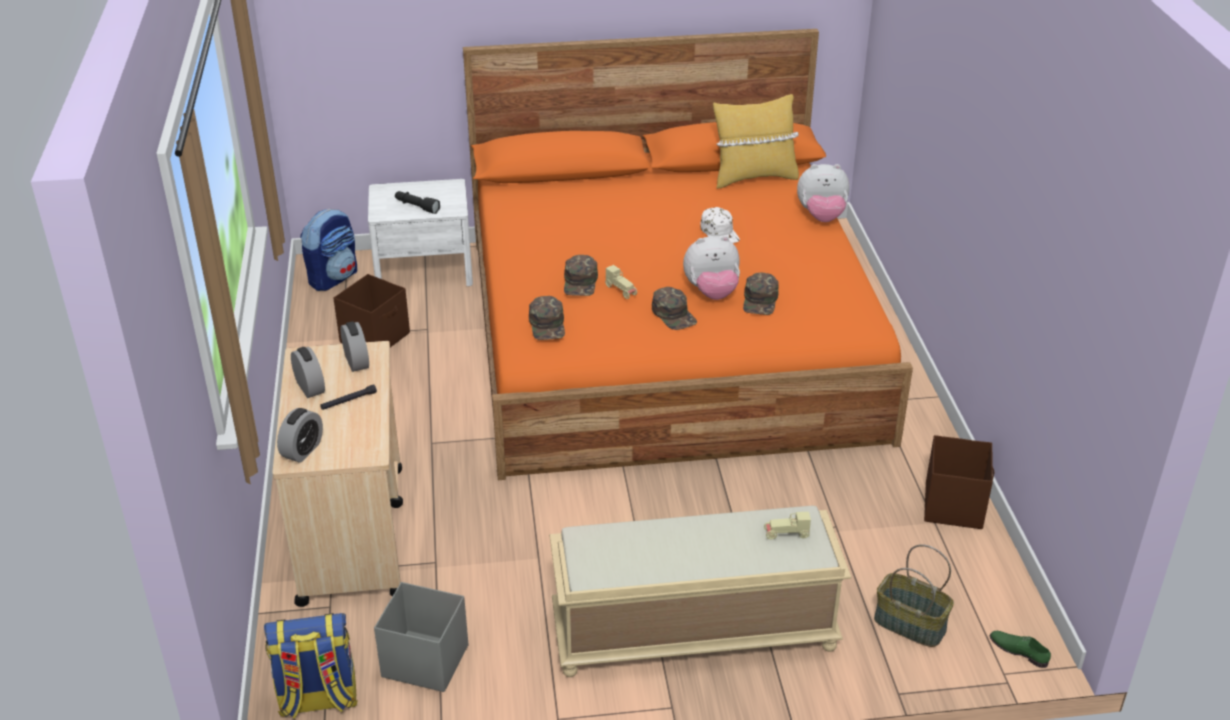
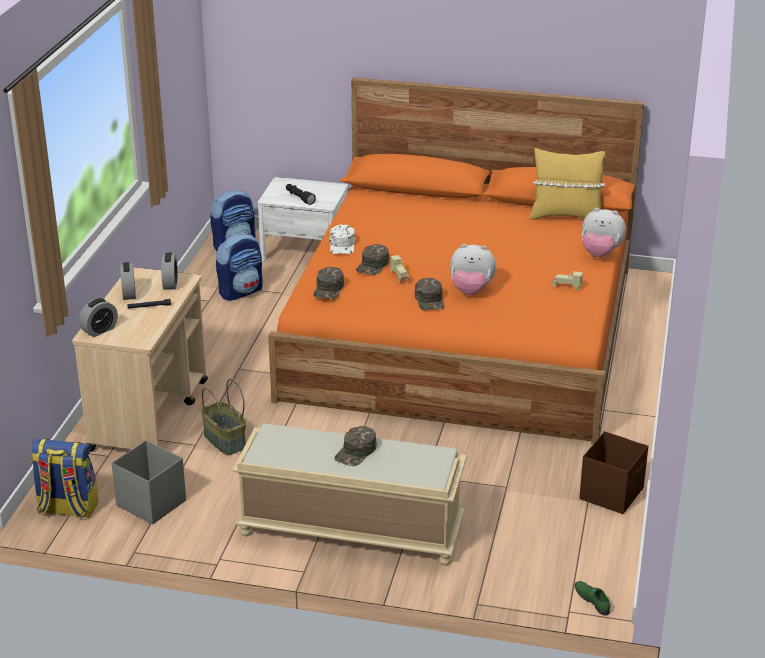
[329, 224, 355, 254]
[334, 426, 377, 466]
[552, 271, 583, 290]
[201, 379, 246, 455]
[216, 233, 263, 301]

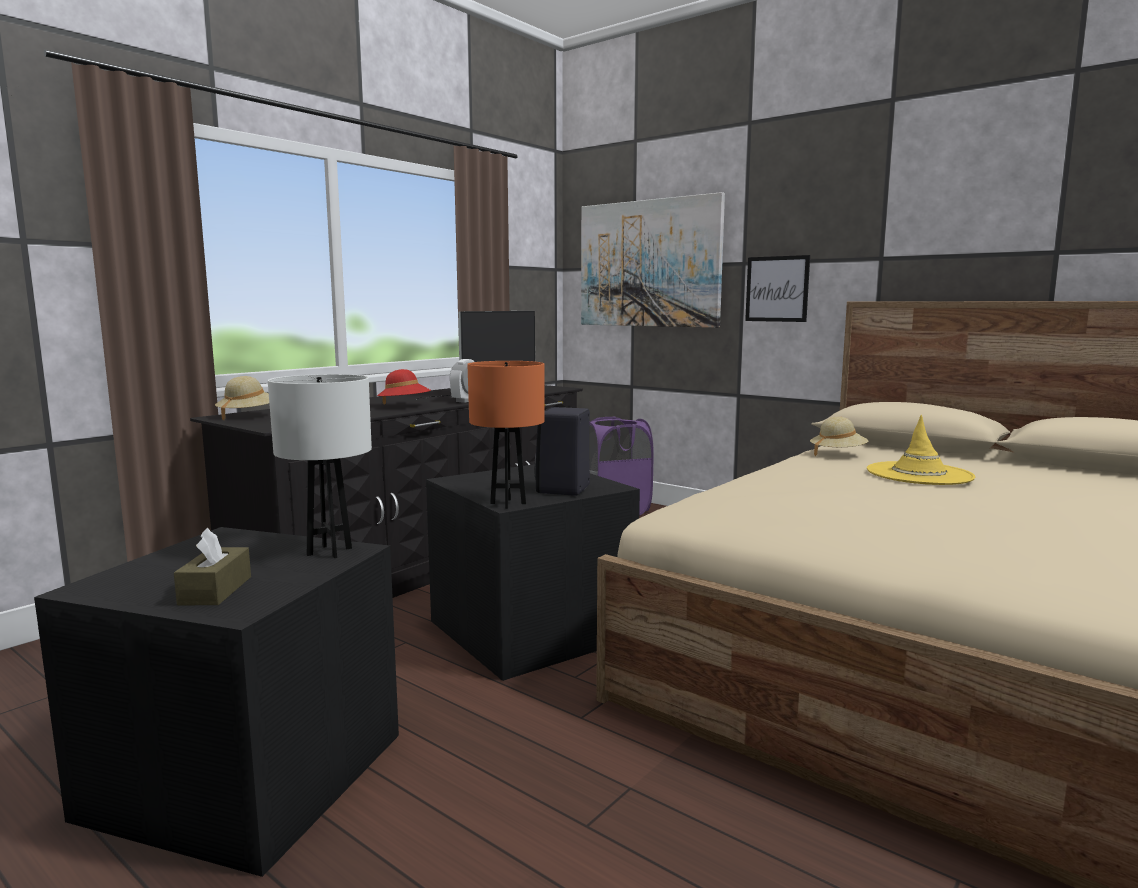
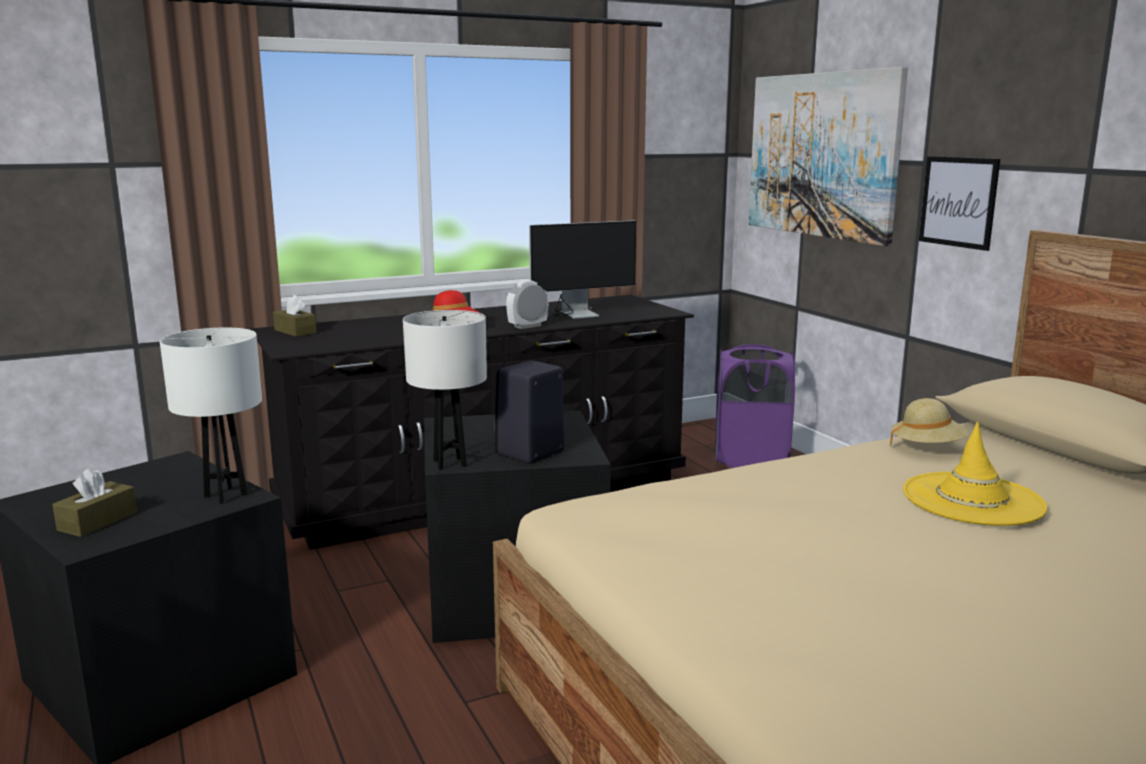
[273, 295, 317, 337]
[403, 310, 487, 470]

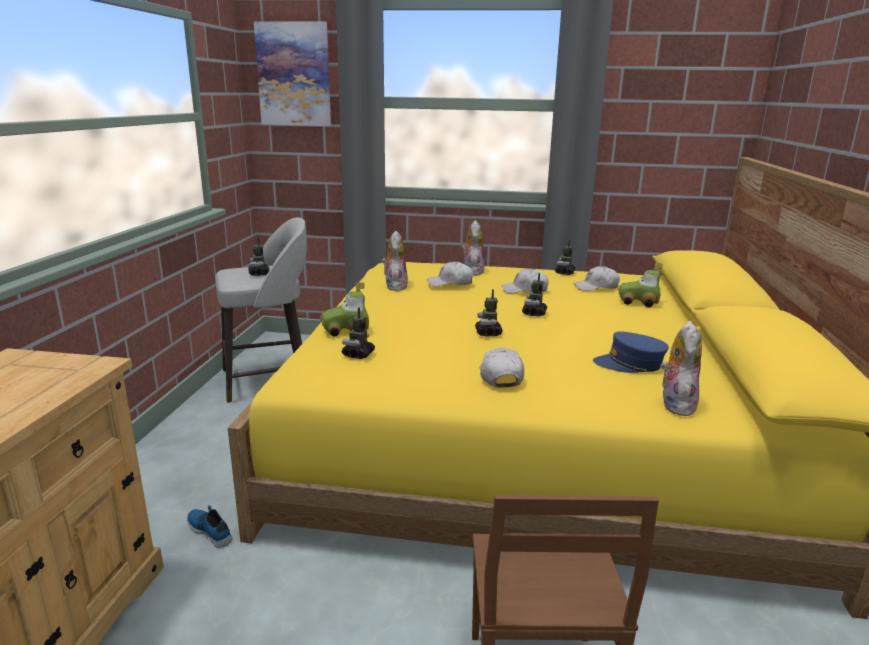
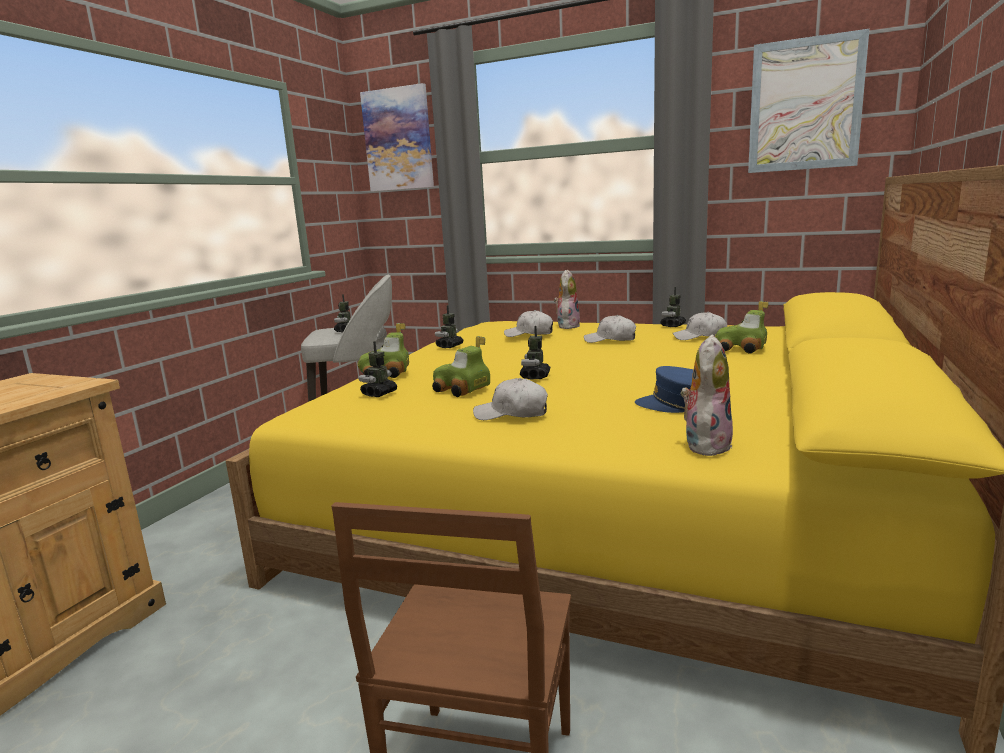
[187, 505, 233, 548] (first image)
[382, 231, 408, 291] (first image)
[432, 336, 490, 397]
[748, 29, 869, 173]
[435, 305, 463, 348]
[473, 378, 548, 420]

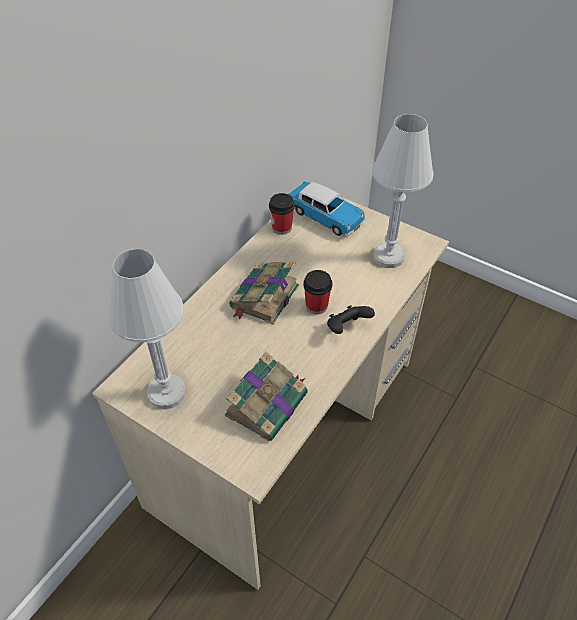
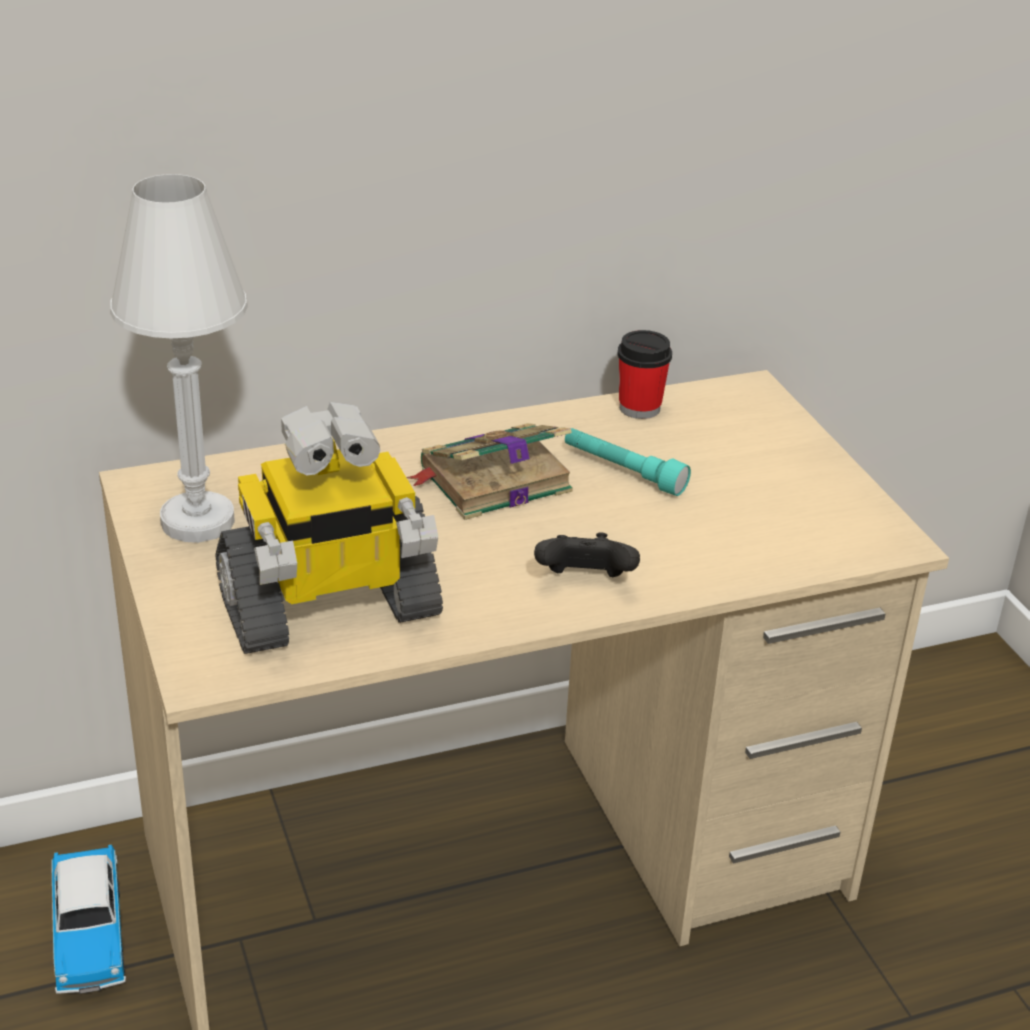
[303, 270, 333, 314] (first image)
[372, 114, 434, 268] (first image)
[565, 428, 691, 496]
[52, 845, 126, 994]
[215, 402, 443, 654]

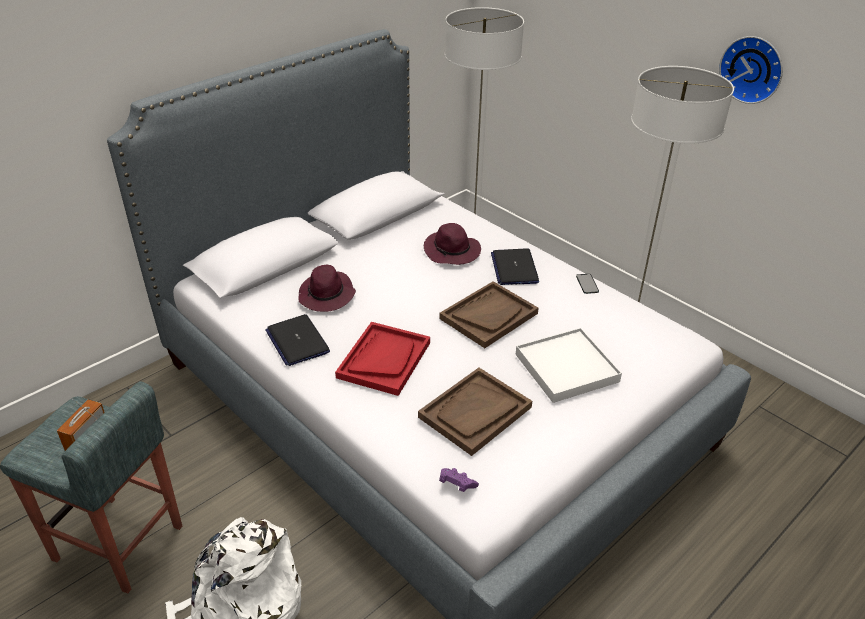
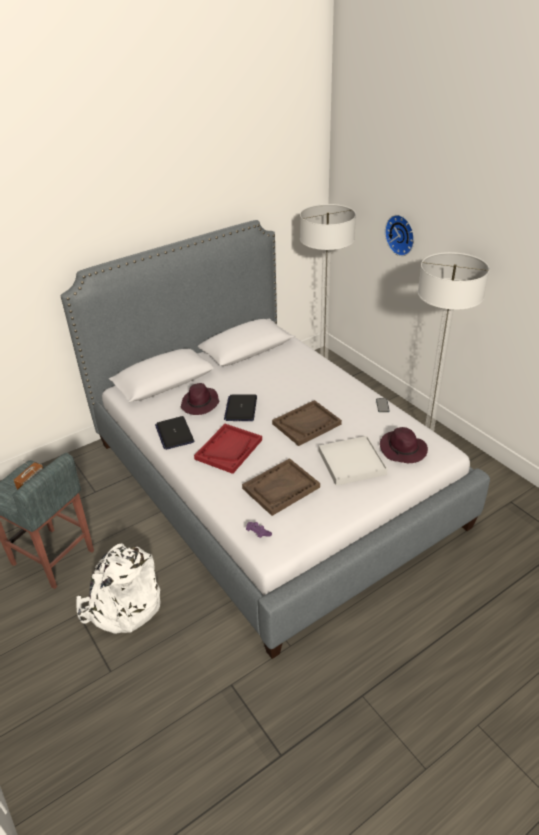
[380, 427, 428, 463]
[224, 394, 257, 421]
[385, 215, 414, 256]

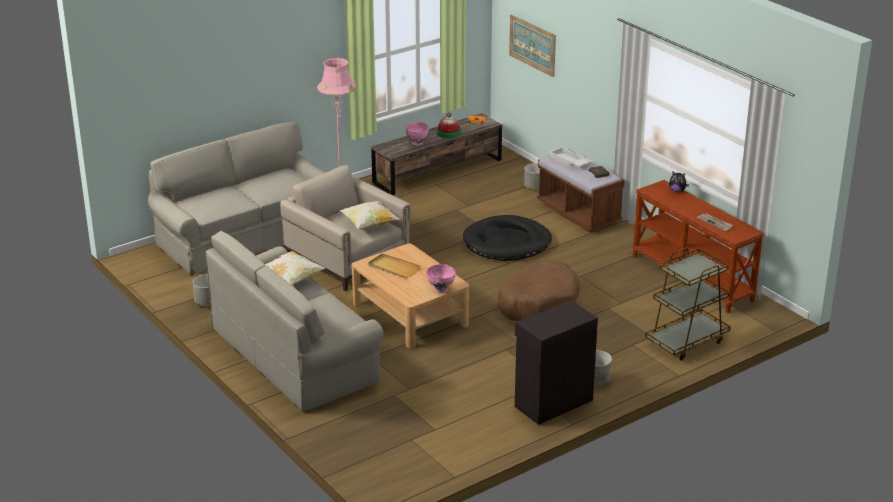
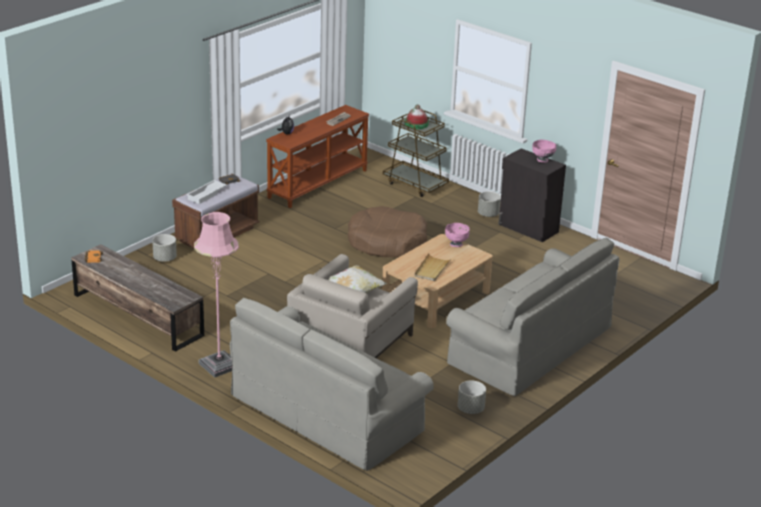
[265, 251, 325, 285] (first image)
[463, 215, 552, 261] (first image)
[509, 15, 556, 77] (first image)
[532, 140, 556, 163]
[405, 105, 429, 129]

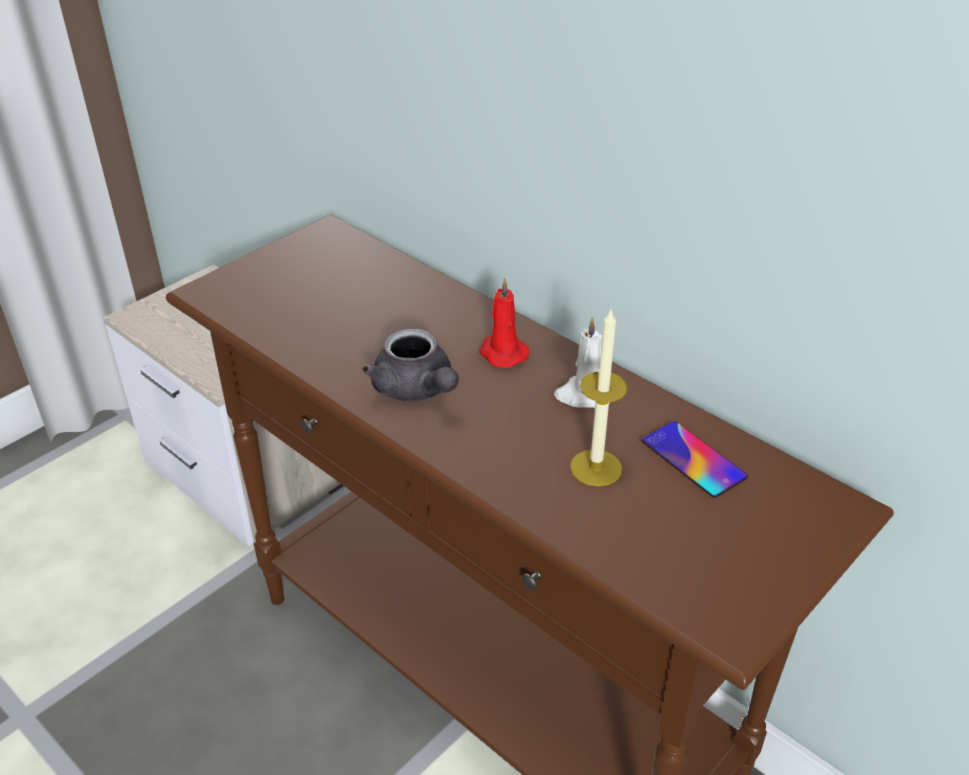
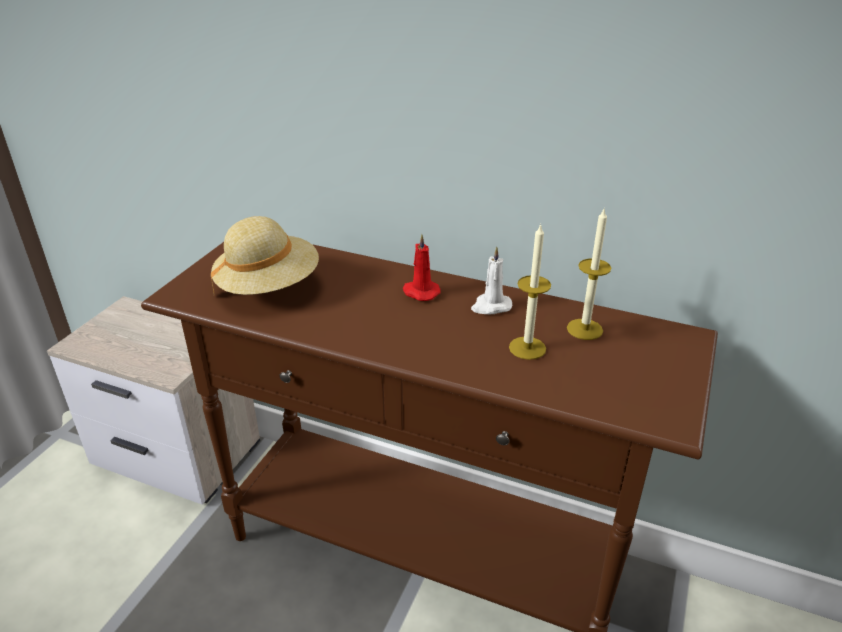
[362, 328, 459, 402] (first image)
[211, 216, 319, 295]
[567, 207, 611, 340]

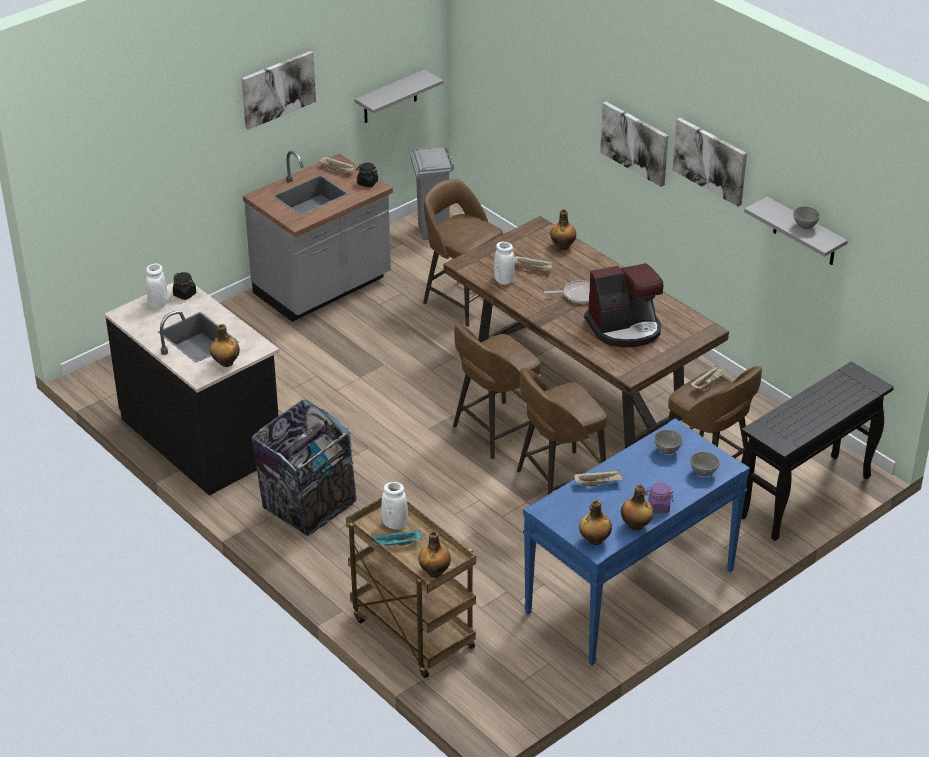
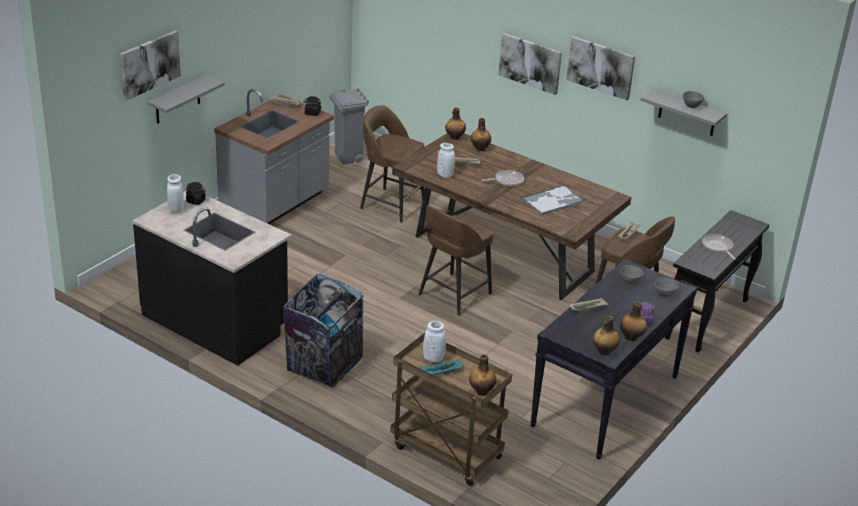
[517, 368, 607, 495] (first image)
[702, 234, 736, 260]
[445, 107, 466, 140]
[120, 30, 181, 101]
[148, 75, 225, 124]
[521, 185, 584, 215]
[530, 259, 697, 460]

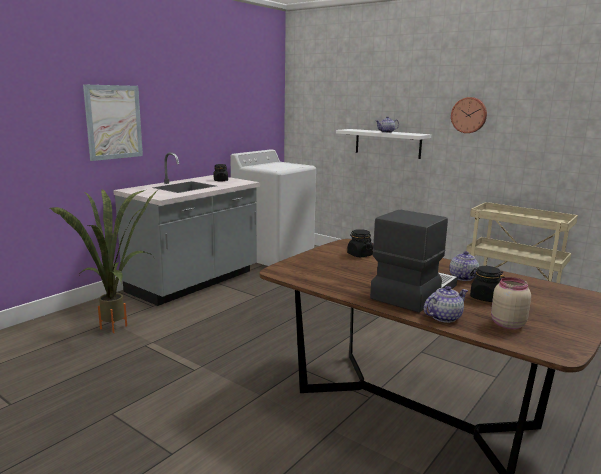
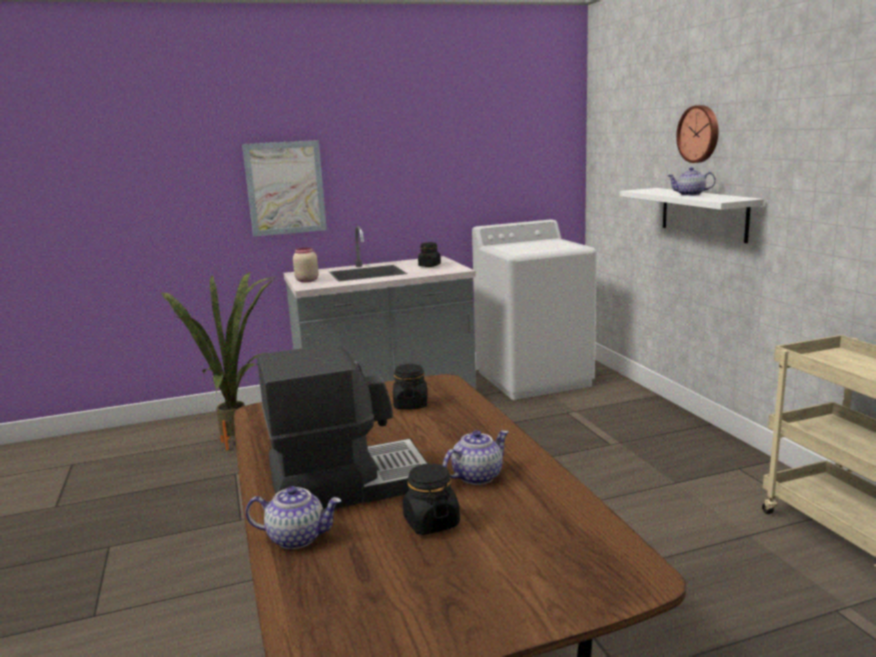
[676, 105, 719, 163]
[293, 248, 319, 282]

